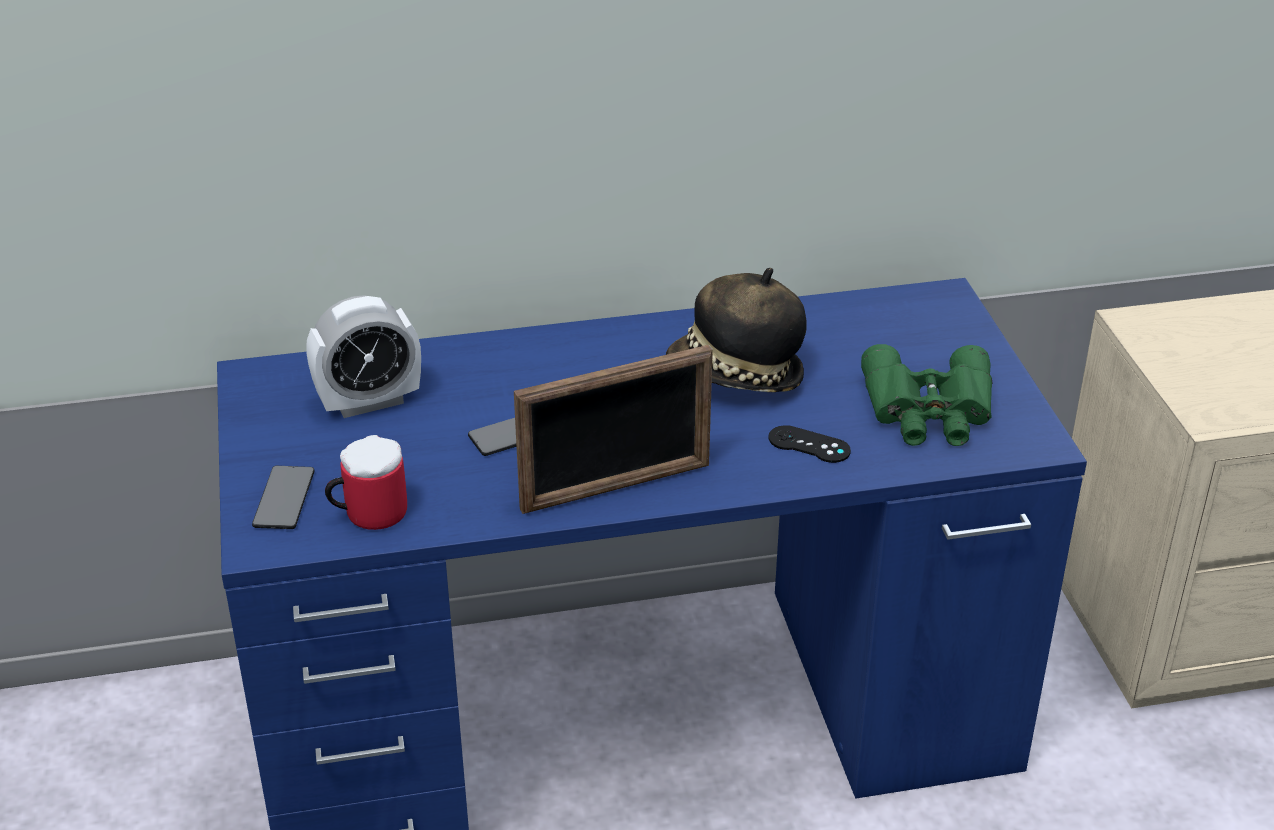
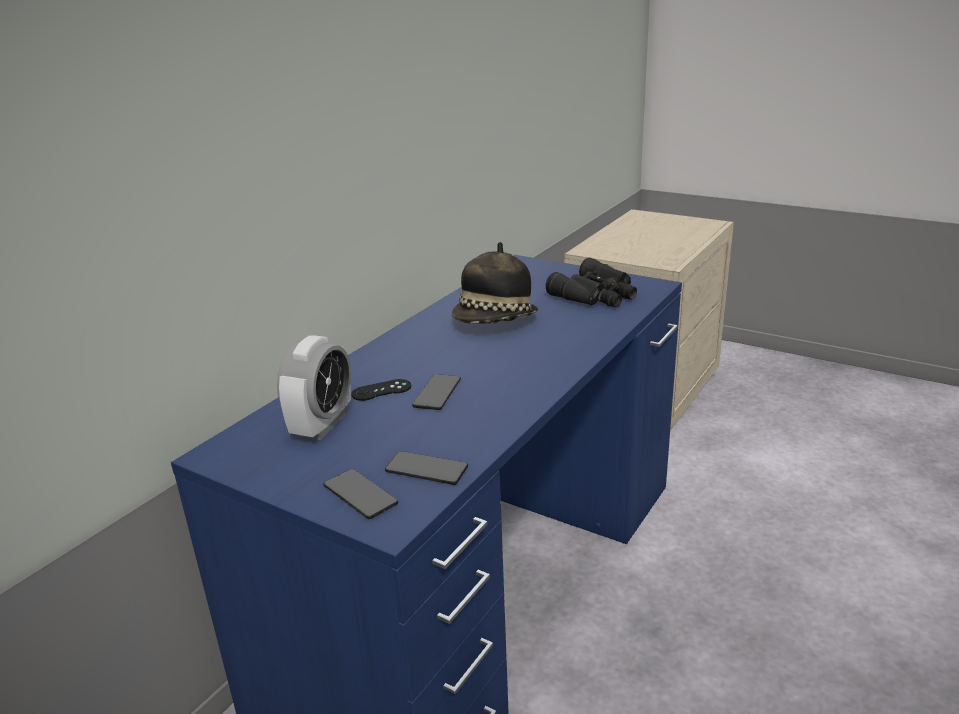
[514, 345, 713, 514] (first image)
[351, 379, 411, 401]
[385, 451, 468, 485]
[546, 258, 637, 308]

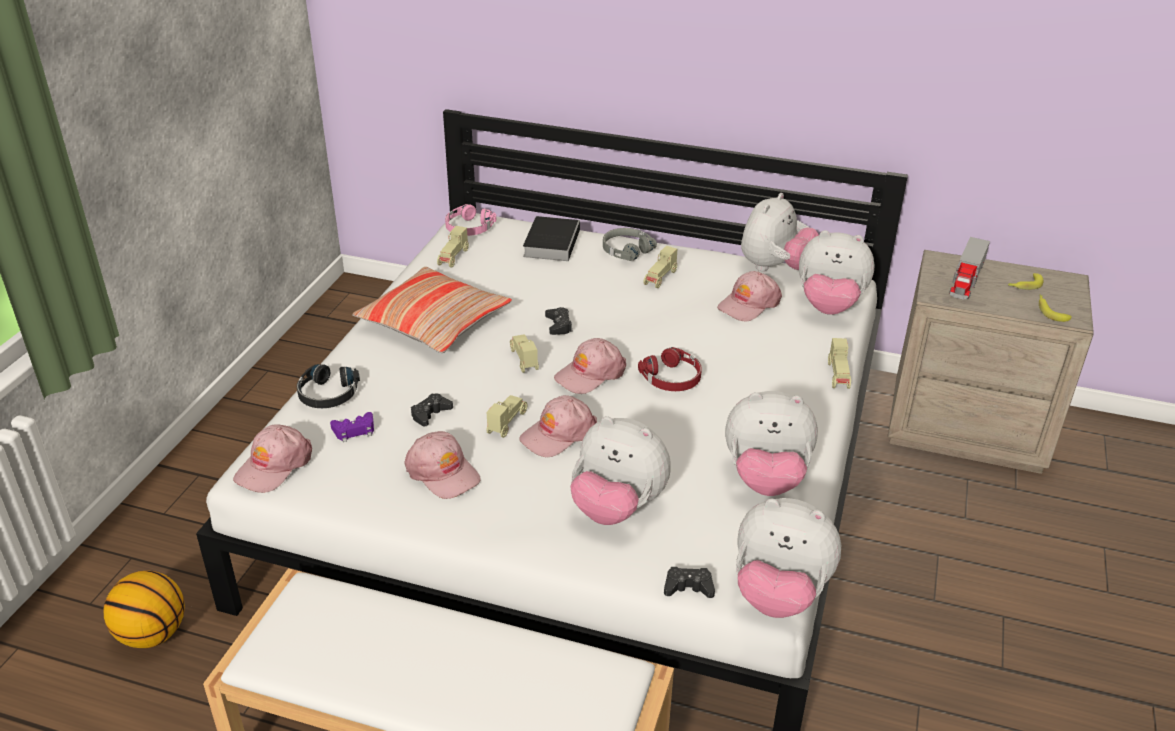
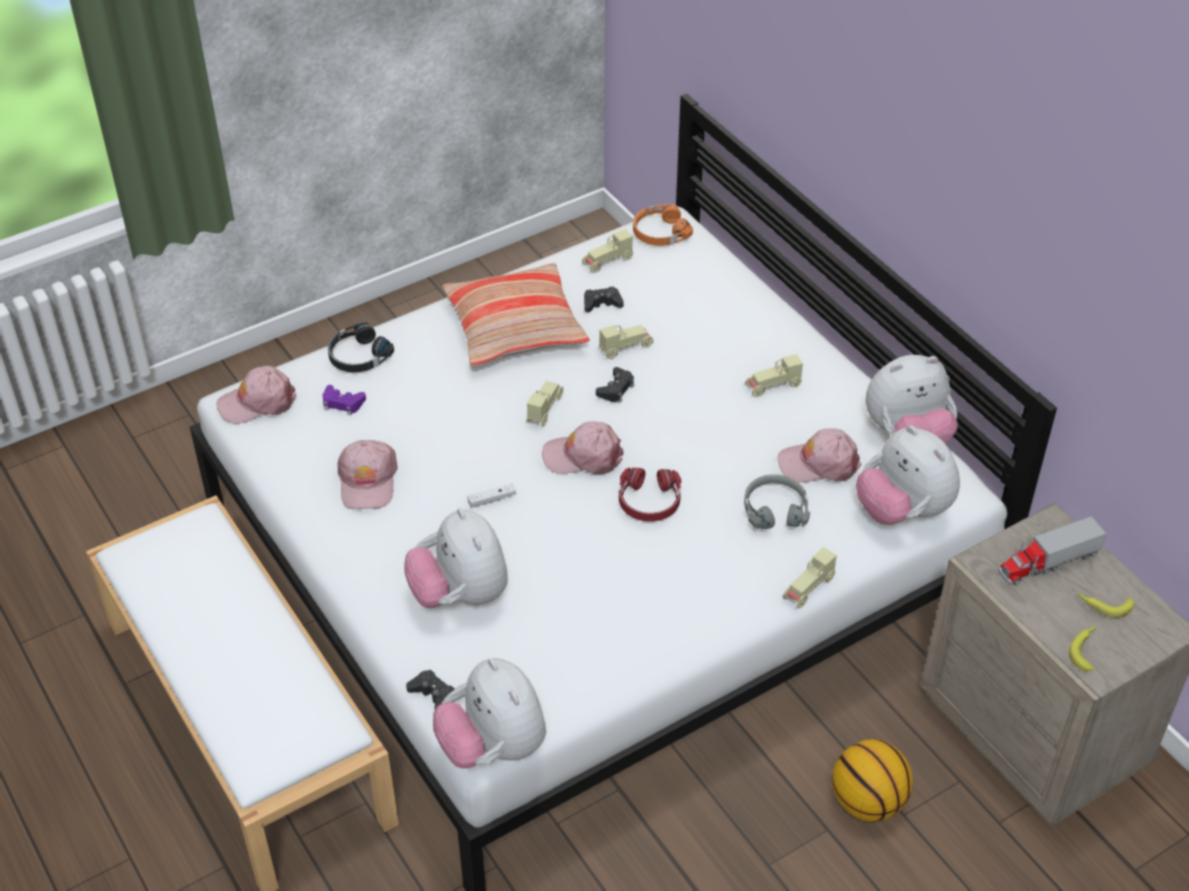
[523, 216, 580, 261] (first image)
[725, 391, 818, 496] (first image)
[832, 739, 913, 822]
[584, 286, 624, 312]
[599, 325, 653, 359]
[744, 474, 810, 529]
[467, 483, 516, 508]
[633, 204, 693, 246]

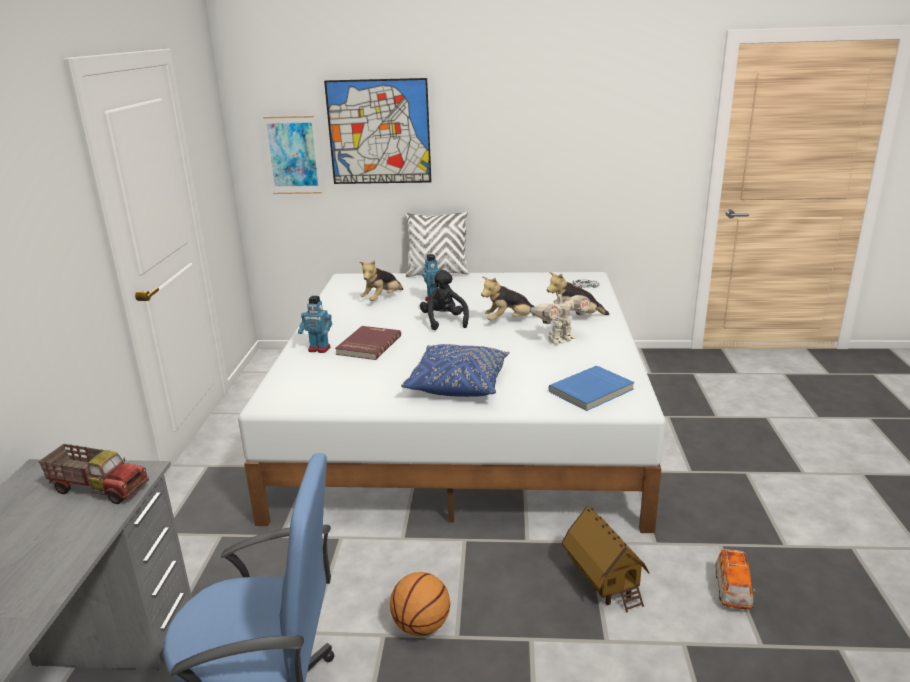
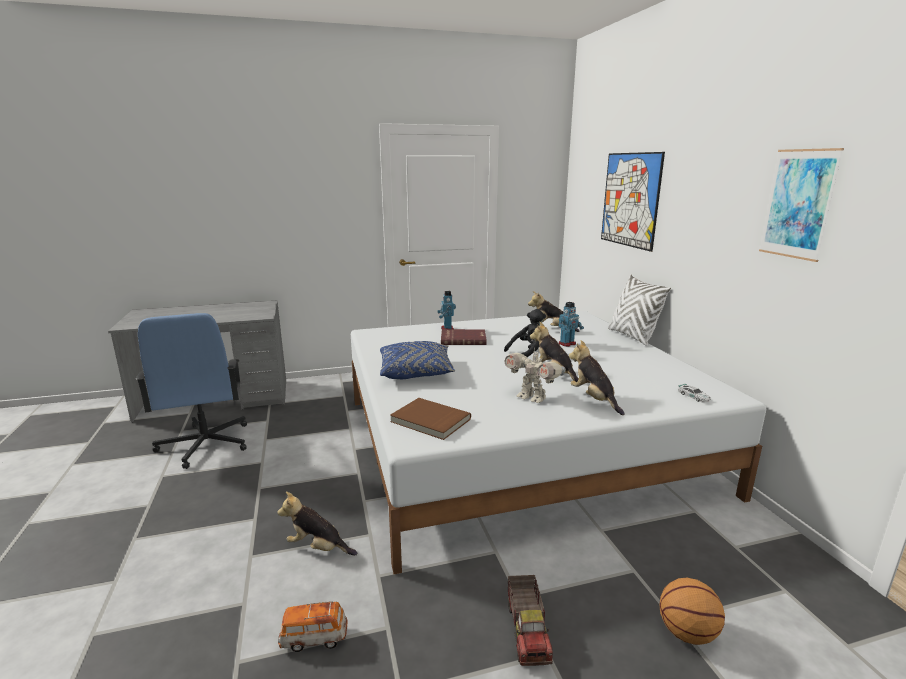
[508, 575, 553, 666]
[759, 148, 844, 262]
[660, 578, 725, 645]
[277, 492, 357, 555]
[390, 398, 471, 440]

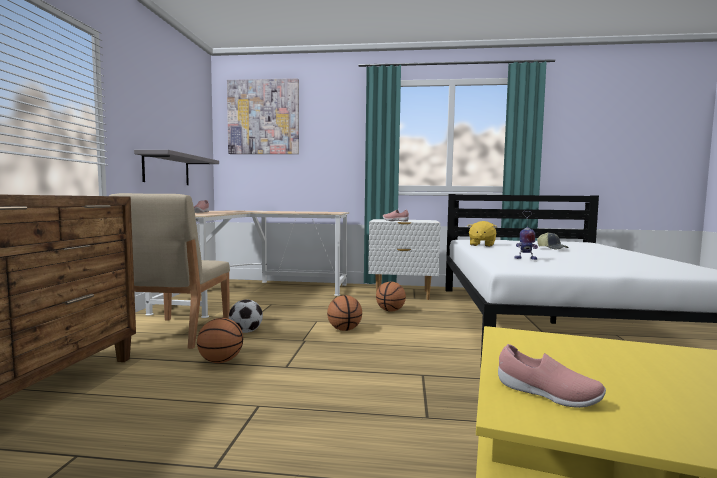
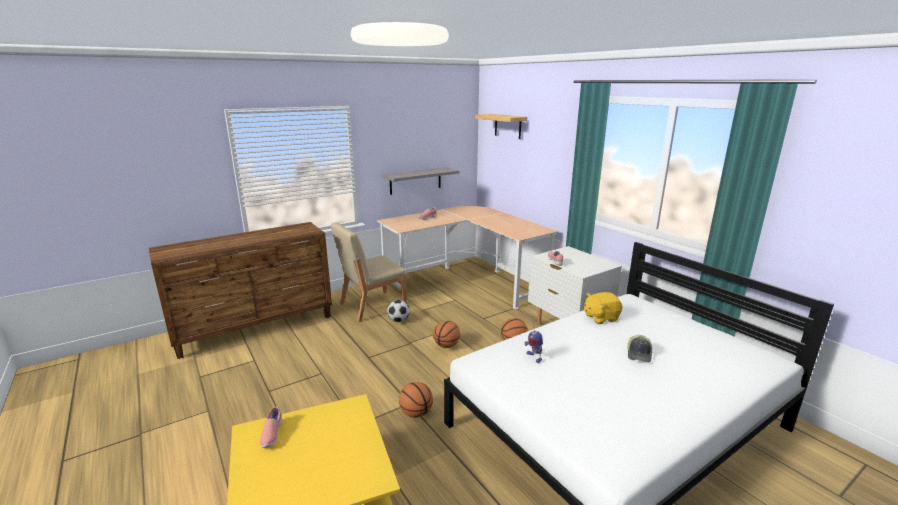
[399, 382, 433, 418]
[475, 114, 527, 139]

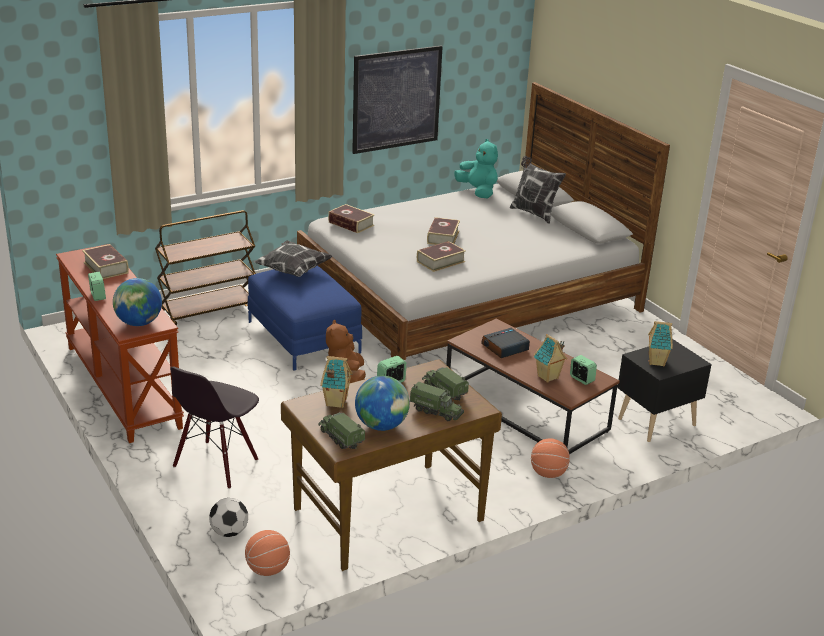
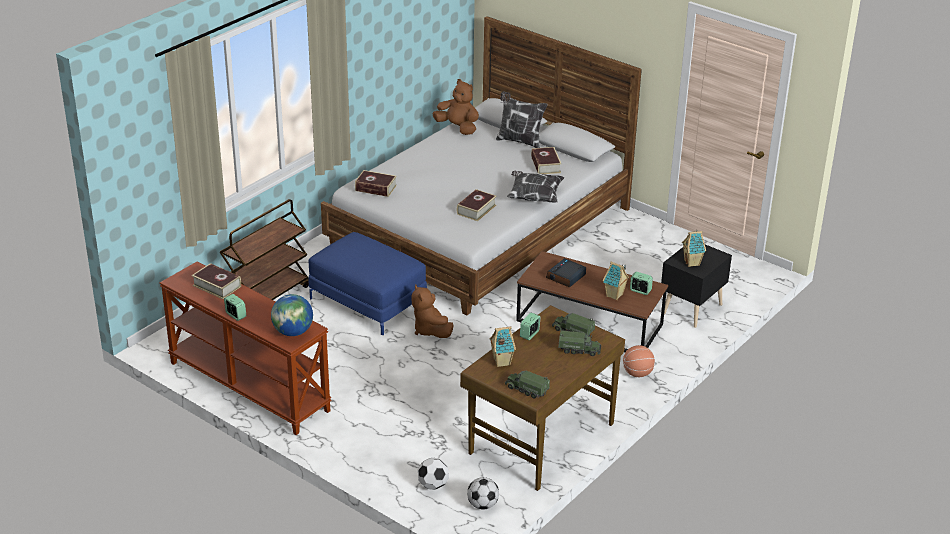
[170, 367, 259, 489] (first image)
[352, 46, 443, 154] (first image)
[355, 376, 410, 431] (first image)
[507, 170, 564, 202]
[531, 147, 562, 174]
[467, 477, 499, 510]
[432, 79, 479, 135]

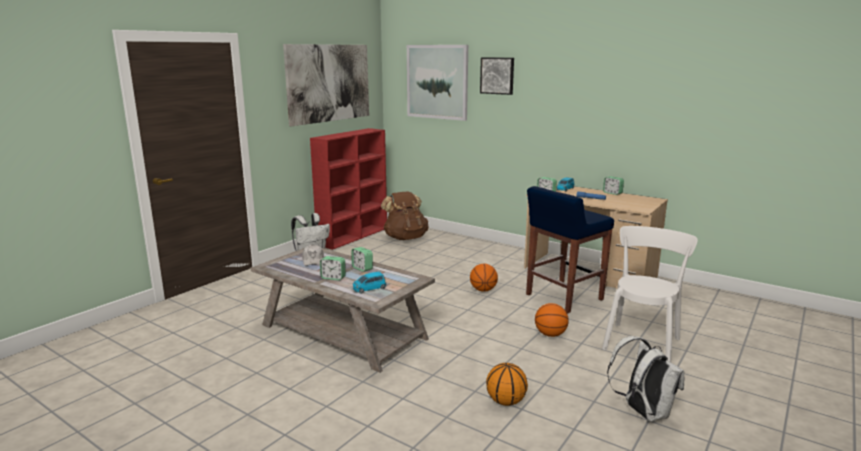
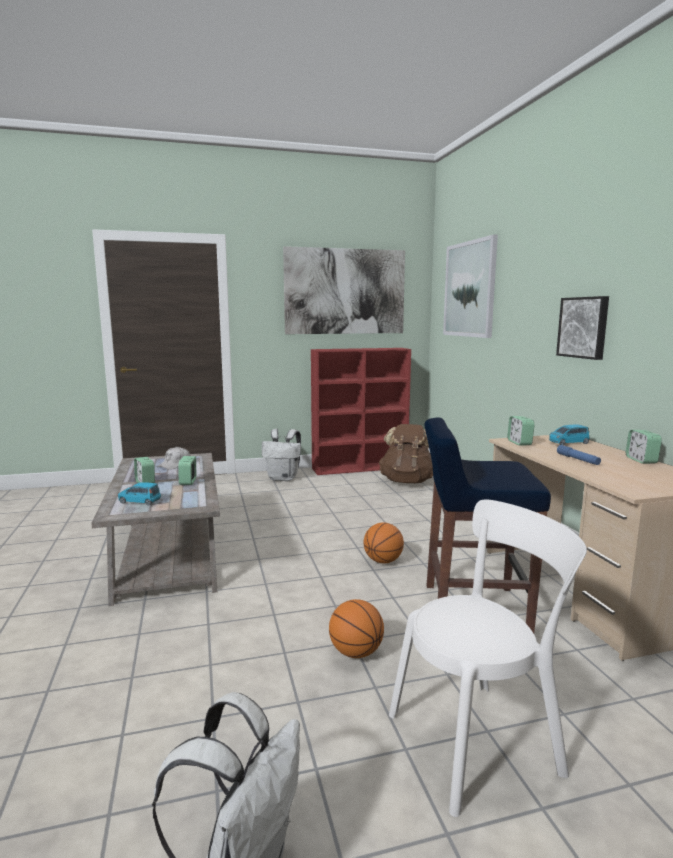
[486, 363, 528, 406] (first image)
[556, 296, 609, 360]

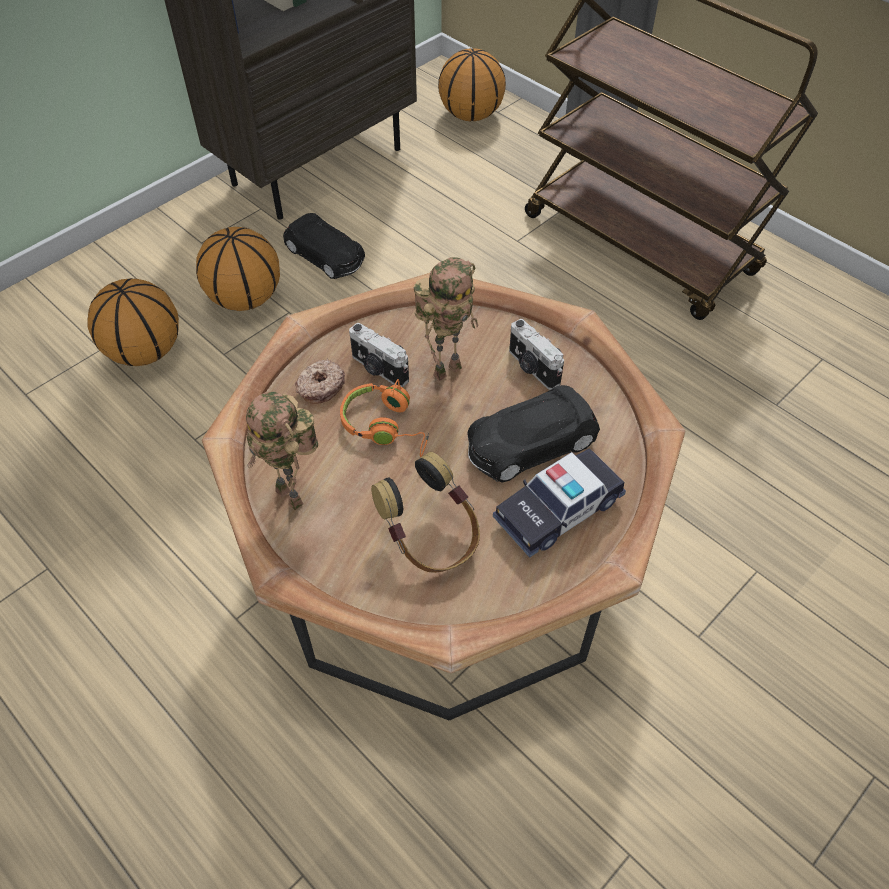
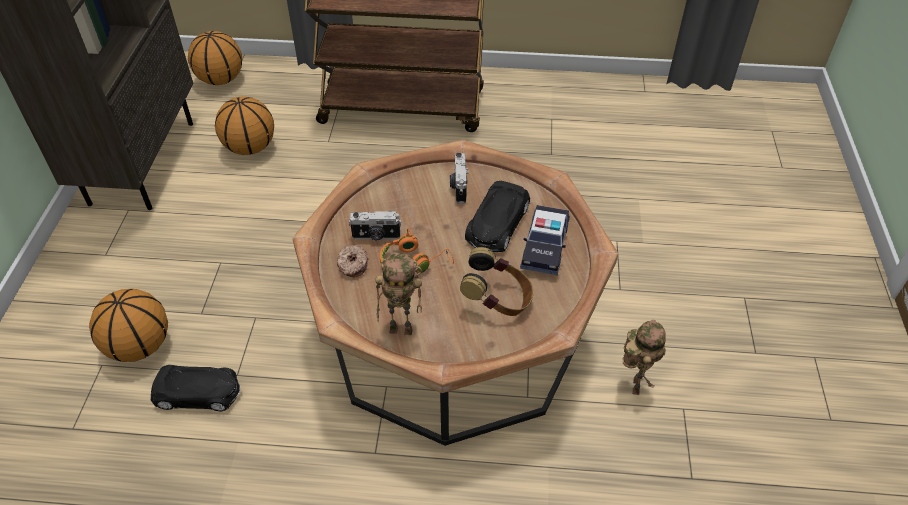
[215, 96, 274, 155]
[151, 365, 240, 411]
[622, 319, 666, 395]
[450, 153, 468, 204]

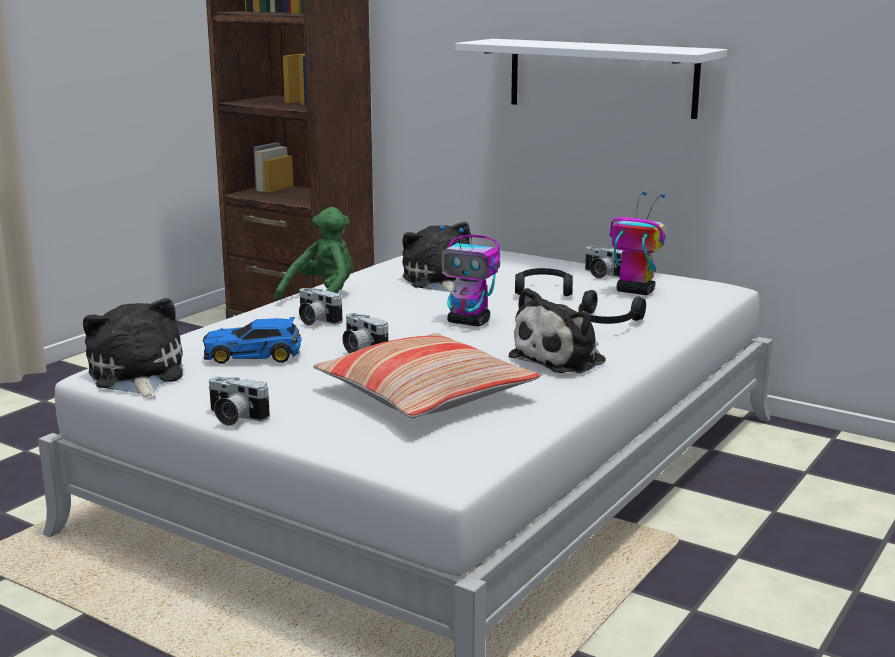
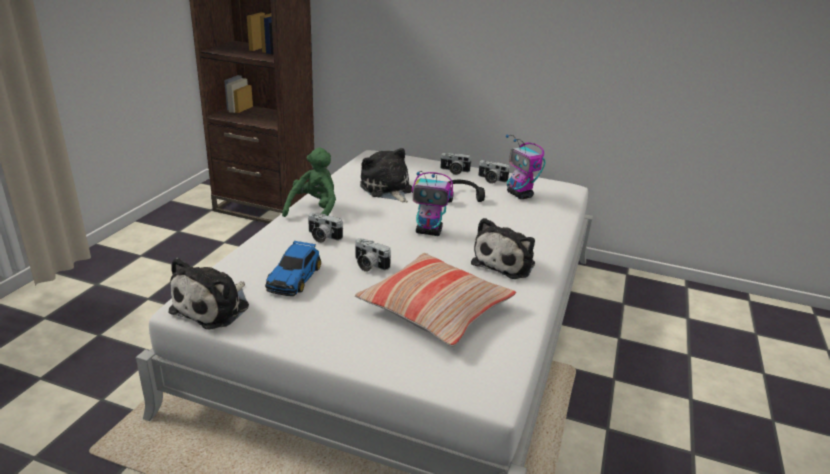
[455, 39, 727, 119] (first image)
[578, 290, 646, 324] (first image)
[440, 153, 472, 175]
[168, 257, 249, 330]
[265, 241, 321, 296]
[506, 135, 546, 199]

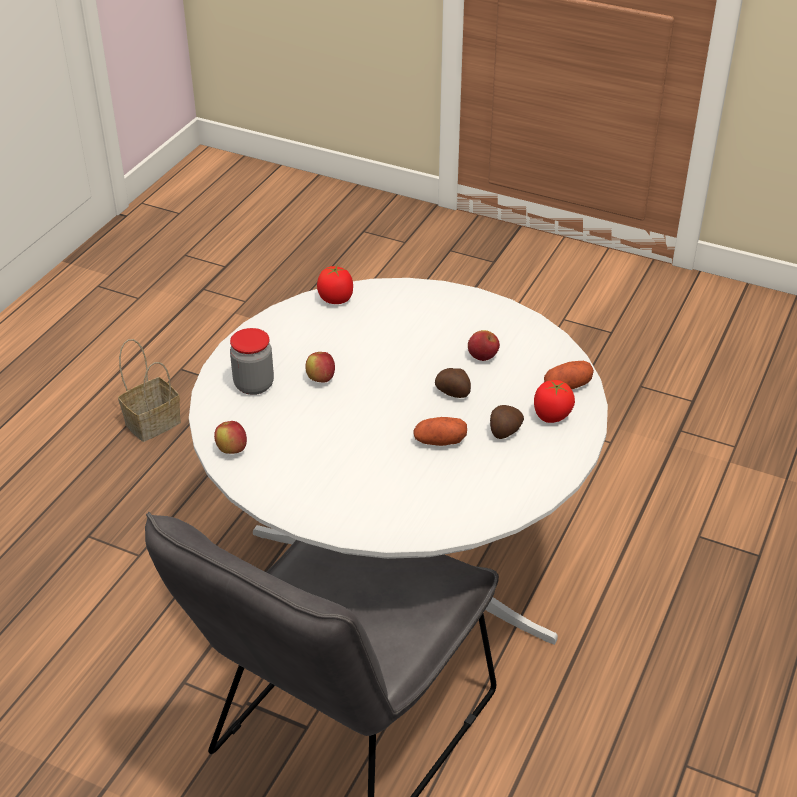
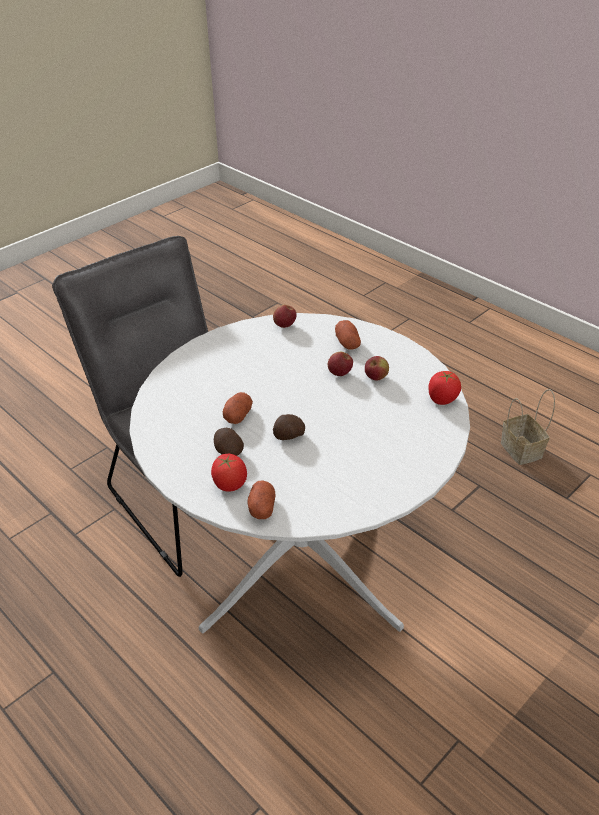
[365, 356, 389, 380]
[335, 320, 361, 350]

